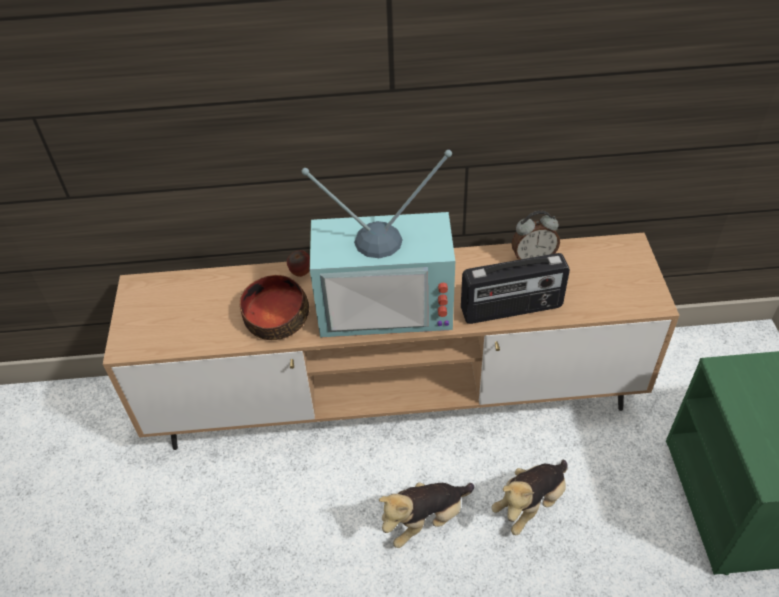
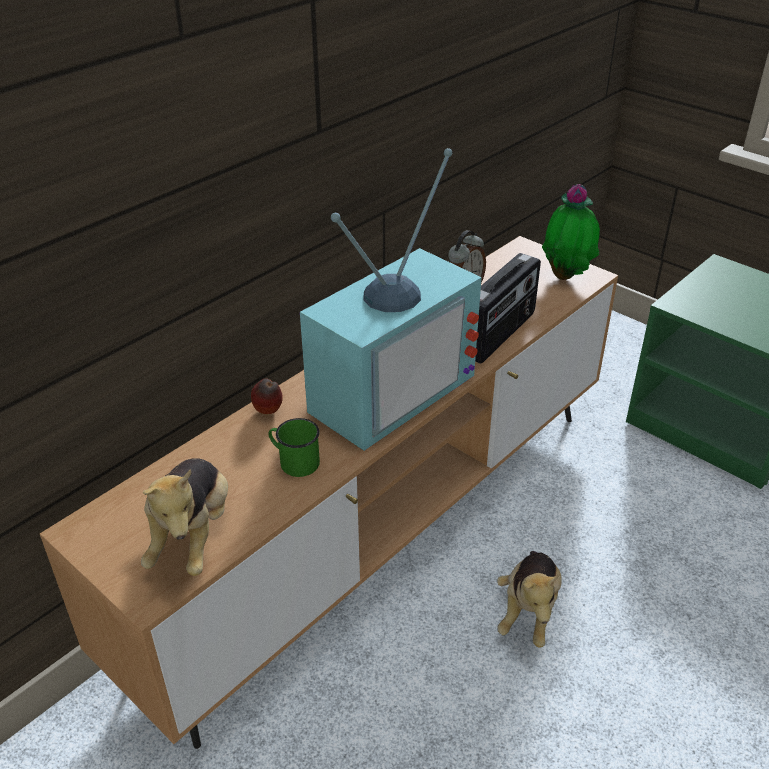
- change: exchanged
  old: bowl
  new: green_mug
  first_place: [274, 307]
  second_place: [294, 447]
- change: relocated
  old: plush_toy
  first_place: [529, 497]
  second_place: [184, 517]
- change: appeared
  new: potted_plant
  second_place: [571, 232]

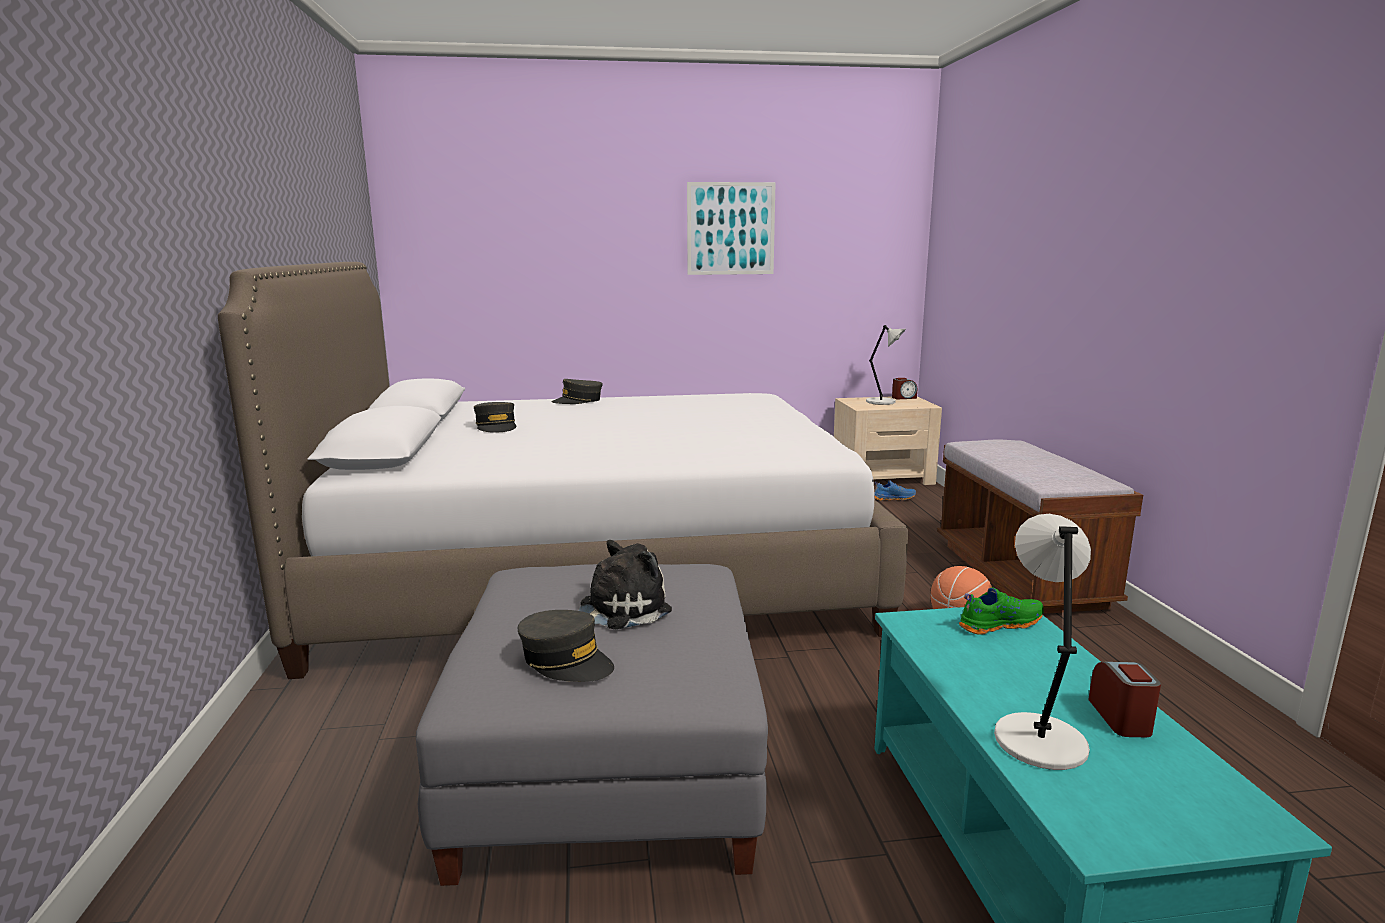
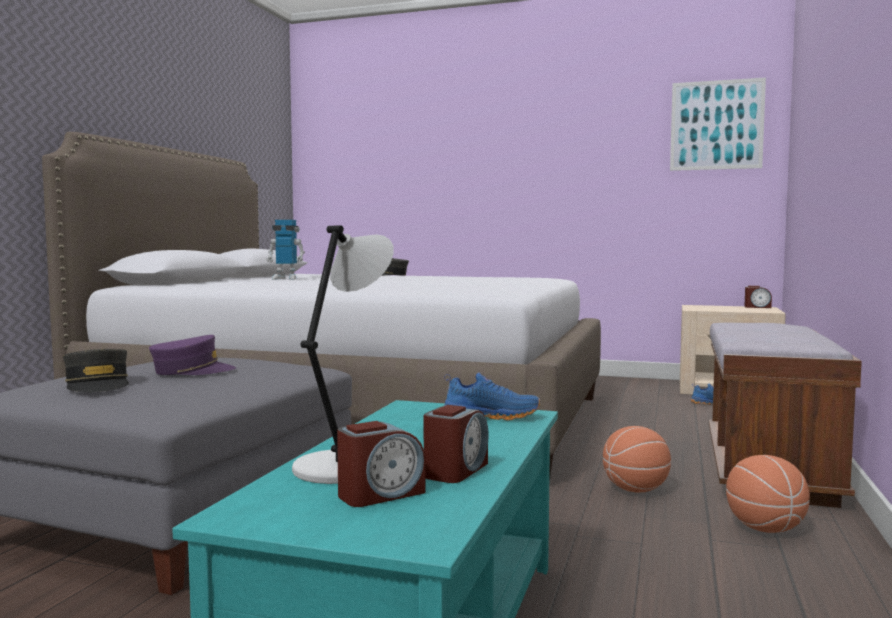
- change: exchanged
  old: grey_cap
  new: toy_robot
  first_place: [495, 417]
  second_place: [285, 250]
- change: exchanged
  old: plush_toy
  new: purple_cap
  first_place: [625, 584]
  second_place: [192, 355]
- change: relocated
  old: picture
  first_place: [731, 228]
  second_place: [718, 124]
- change: missing
  old: grey_table_lamp
  first_place: [886, 365]
- change: colour
  old: green_shoe
  new: blue_shoe
  first_place: [1001, 611]
  second_place: [492, 397]
- change: appeared
  new: alarm_clock
  second_place: [381, 464]
- change: appeared
  new: basketball
  second_place: [768, 494]

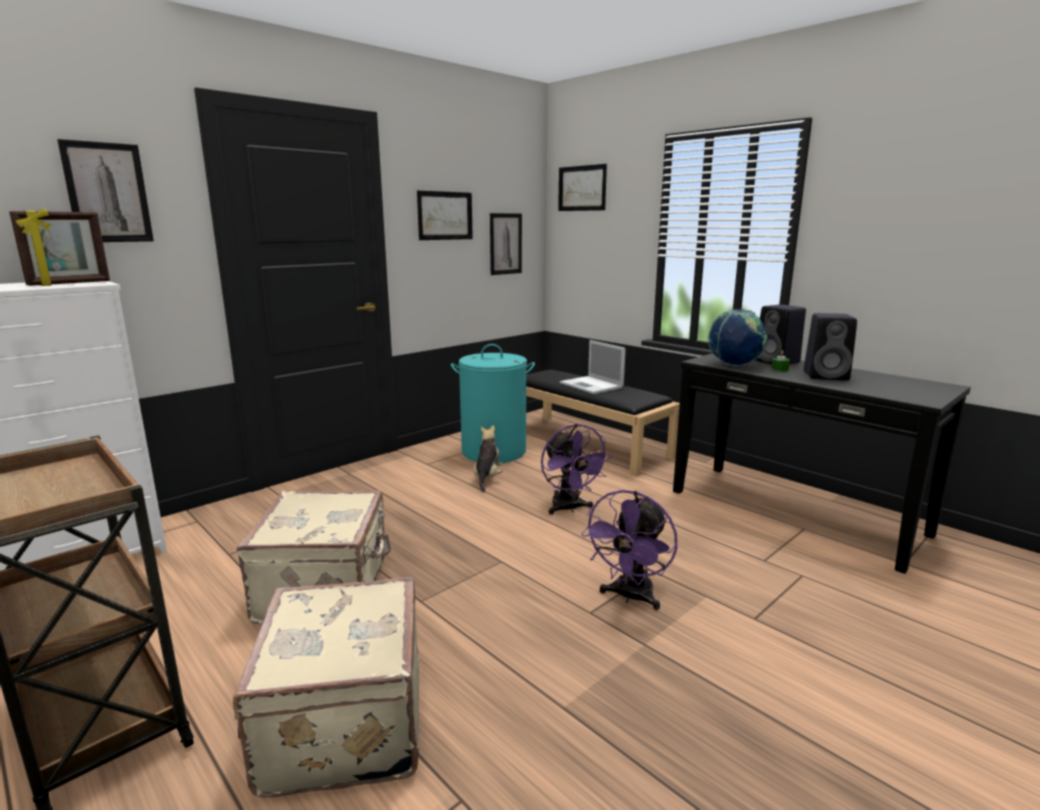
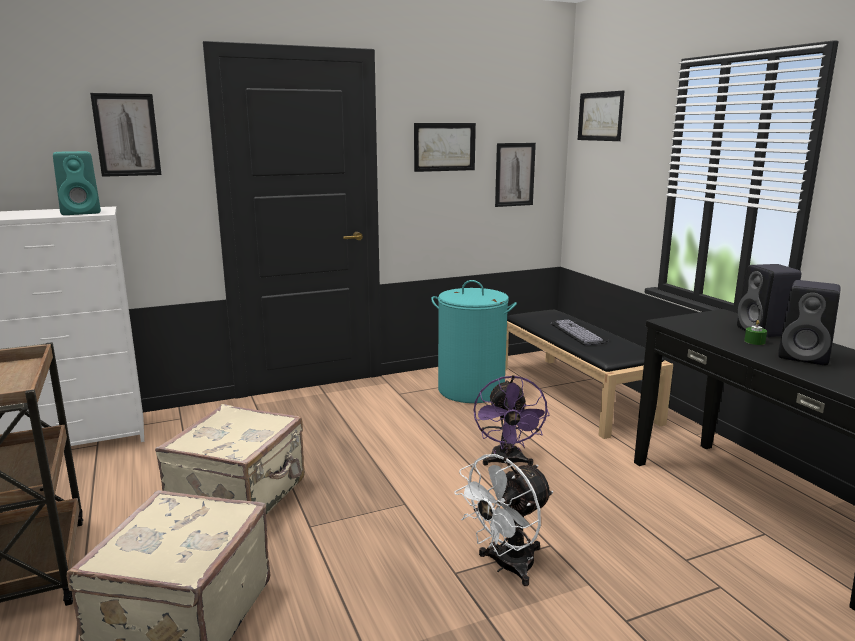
- change: exchanged
  old: picture_frame
  new: turquoise_speaker
  first_place: [59, 247]
  second_place: [77, 183]
- change: missing
  old: plush_toy
  first_place: [487, 459]
- change: exchanged
  old: laptop
  new: keyboard
  first_place: [593, 367]
  second_place: [580, 332]
- change: colour
  old: purple_fan
  new: white_fan
  first_place: [629, 550]
  second_place: [503, 520]
- change: missing
  old: globe
  first_place: [737, 337]

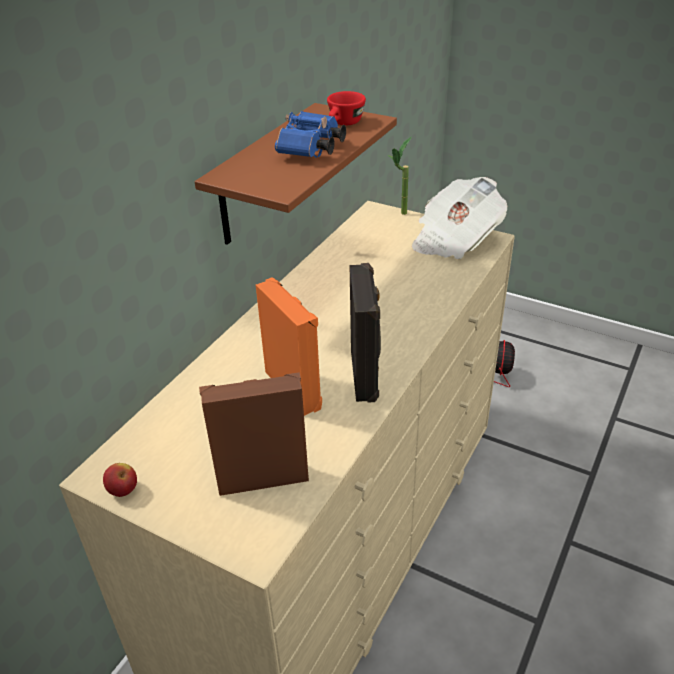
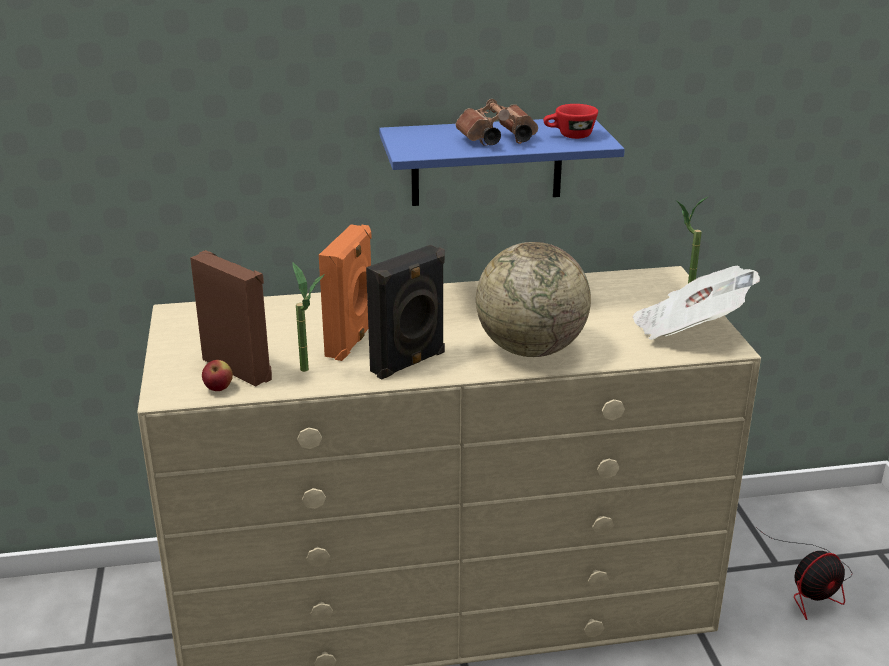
- change: relocated
  old: apple
  first_place: [120, 480]
  second_place: [217, 375]
- change: colour
  old: brown_shelf
  new: blue_shelf
  first_place: [296, 174]
  second_place: [502, 162]
- change: colour
  old: blue_binoculars
  new: brown_binoculars
  first_place: [310, 134]
  second_place: [497, 122]
- change: appeared
  new: potted_plant
  second_place: [308, 317]
- change: appeared
  new: globe
  second_place: [533, 299]

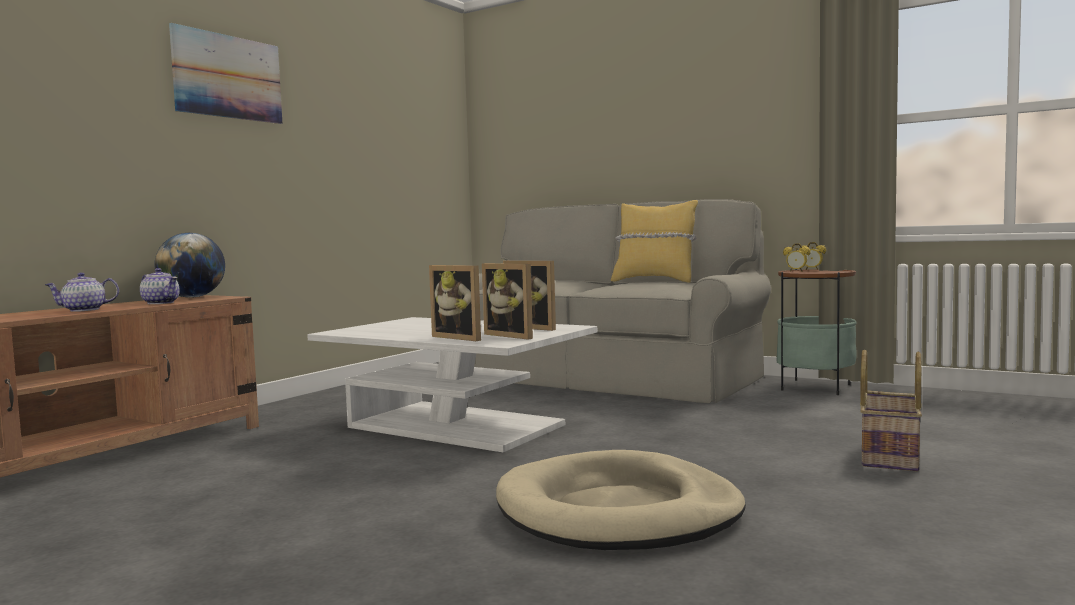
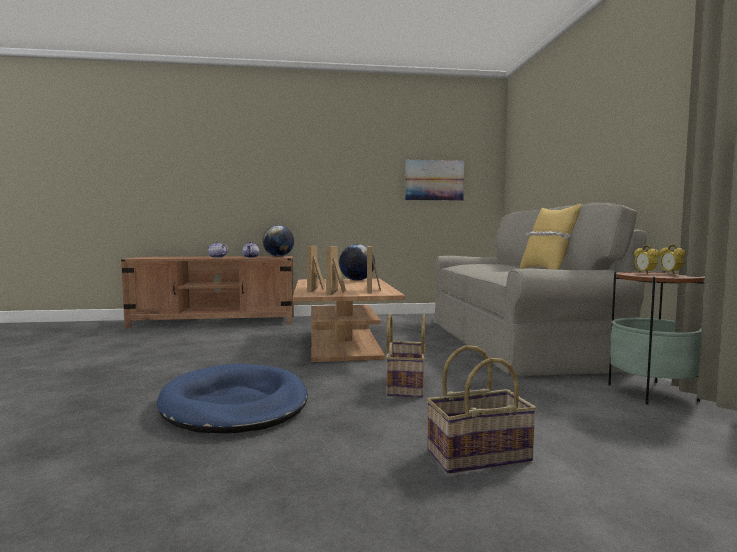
- change: relocated
  old: picture
  first_place: [225, 73]
  second_place: [434, 180]
- change: colour
  old: white_coffee_table
  new: brown_coffee_table
  first_place: [452, 385]
  second_place: [349, 320]
- change: colour
  old: beige_dog_bed
  new: blue_dog_bed
  first_place: [621, 500]
  second_place: [232, 399]
- change: appeared
  new: globe
  second_place: [357, 262]
- change: appeared
  new: basket
  second_place: [405, 356]

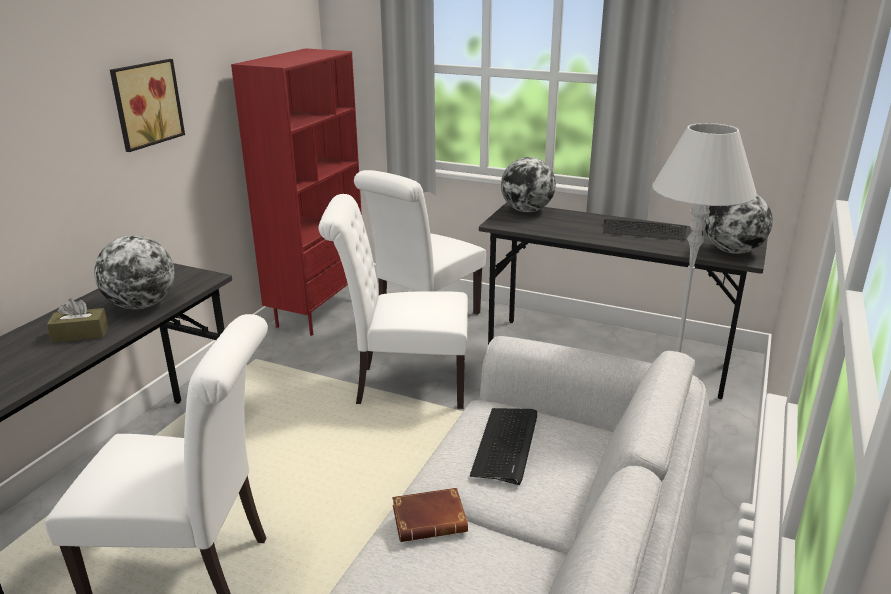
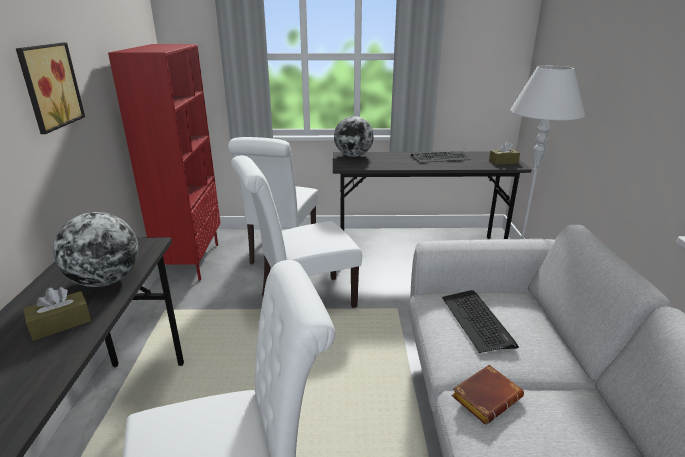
- change: exchanged
  old: globe
  new: brown_tissue_box
  first_place: [739, 224]
  second_place: [504, 153]

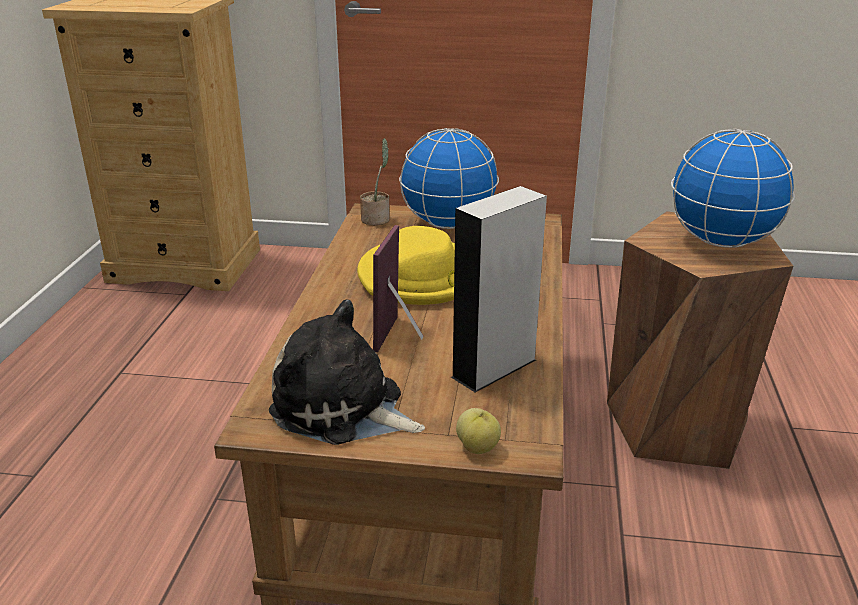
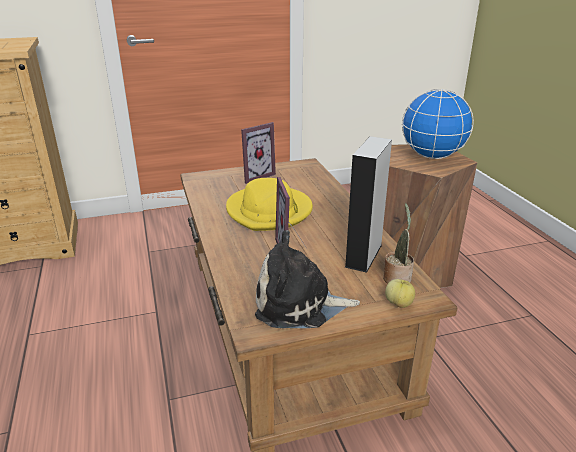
- change: relocated
  old: potted_plant
  first_place: [374, 181]
  second_place: [398, 243]
- change: exchanged
  old: globe
  new: picture_frame
  first_place: [449, 178]
  second_place: [258, 153]

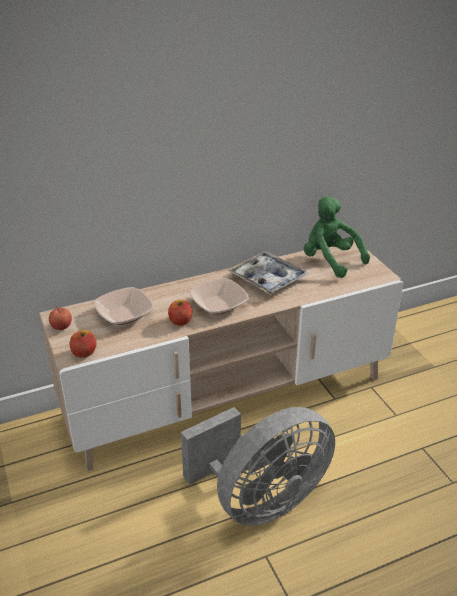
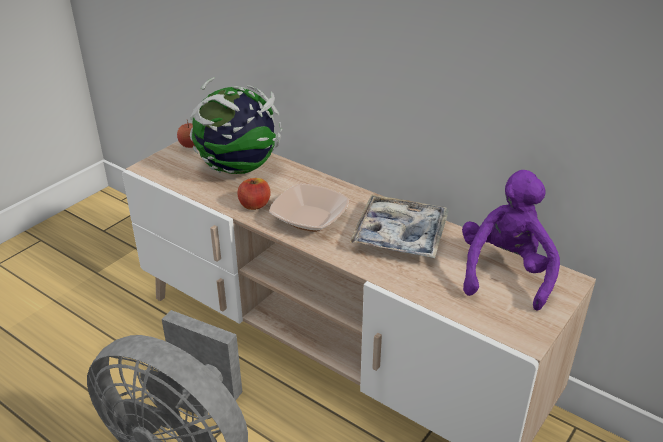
- change: missing
  old: apple
  first_place: [83, 344]
- change: exchanged
  old: bowl
  new: globe
  first_place: [124, 306]
  second_place: [236, 125]
- change: colour
  old: green_plush_toy
  new: purple_plush_toy
  first_place: [337, 237]
  second_place: [511, 240]

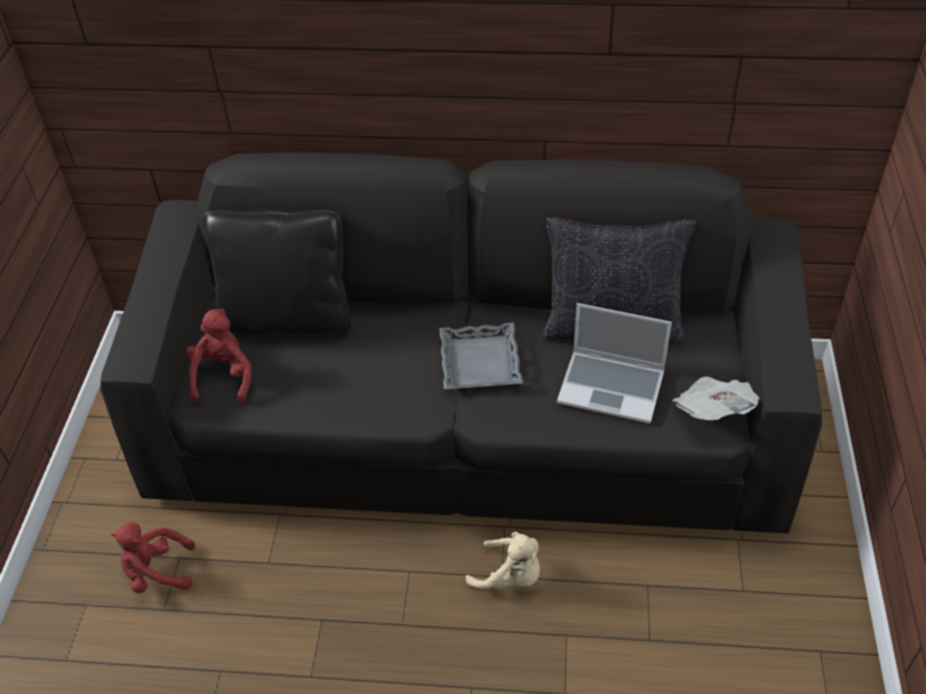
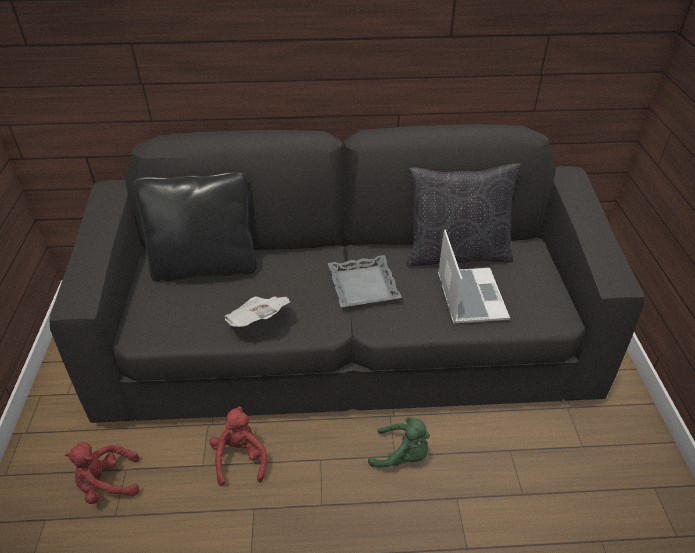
- change: relocated
  old: red_plush_toy
  first_place: [218, 355]
  second_place: [238, 446]
- change: colour
  old: beige_plush_toy
  new: green_plush_toy
  first_place: [503, 560]
  second_place: [399, 442]
- change: spun
  old: laptop
  first_place: [614, 363]
  second_place: [474, 276]
  degrees: -105
- change: relocated
  old: newspaper
  first_place: [716, 398]
  second_place: [257, 311]

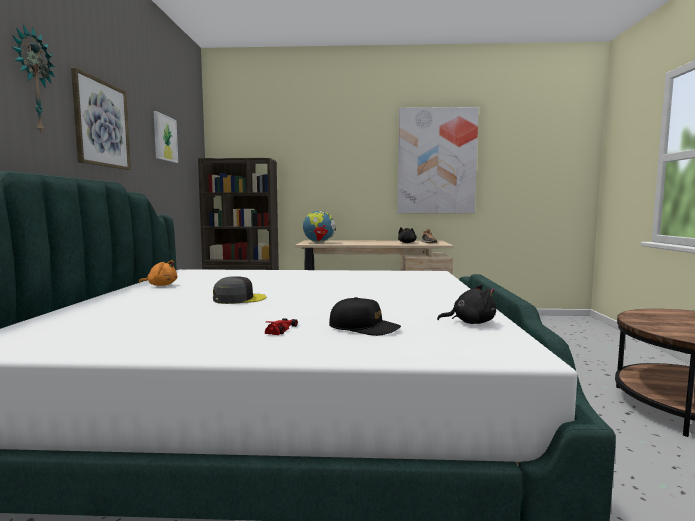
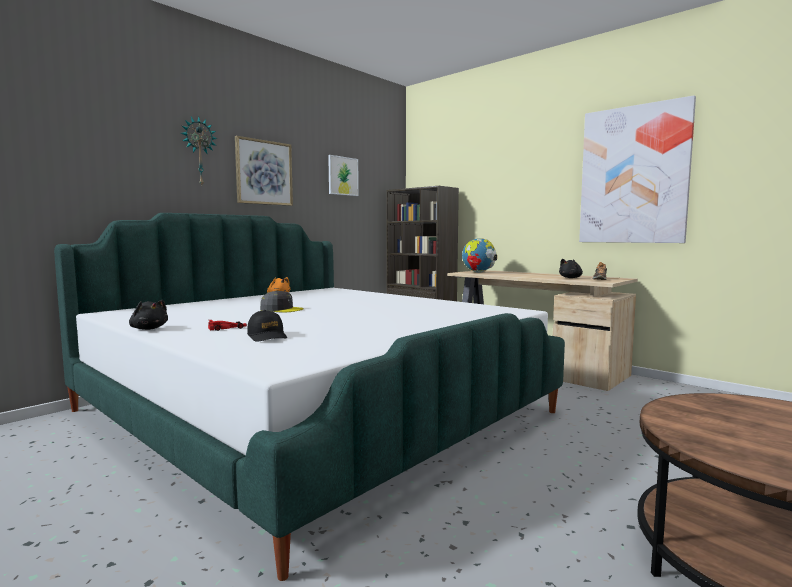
- change: relocated
  old: black_plush_toy
  first_place: [466, 304]
  second_place: [148, 315]

